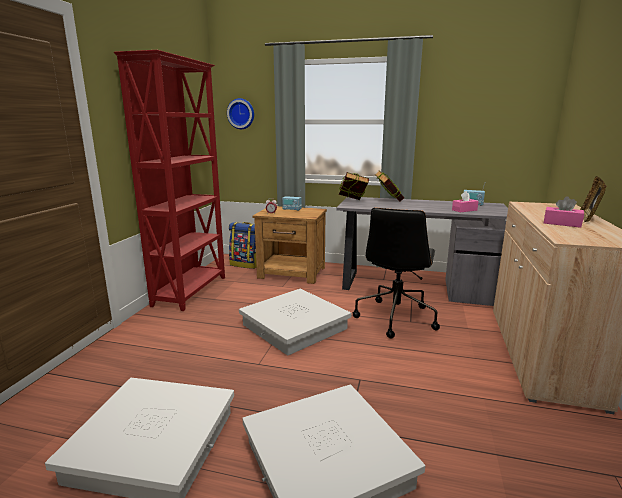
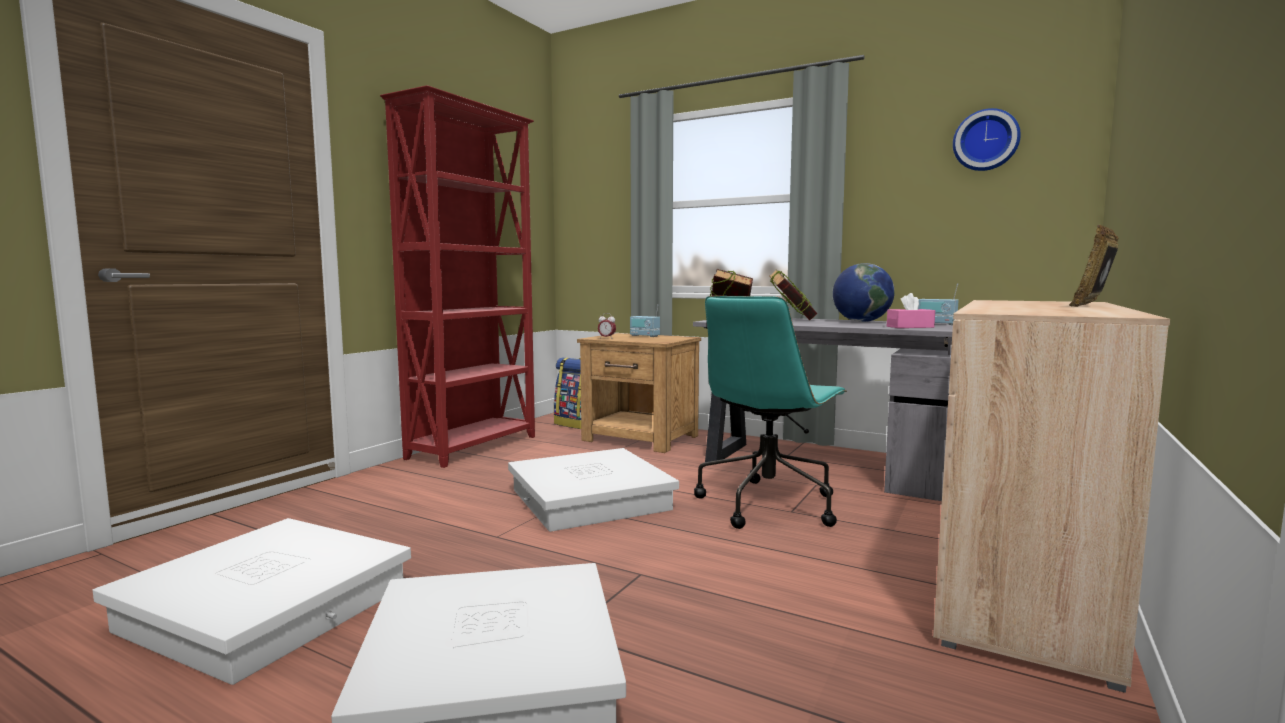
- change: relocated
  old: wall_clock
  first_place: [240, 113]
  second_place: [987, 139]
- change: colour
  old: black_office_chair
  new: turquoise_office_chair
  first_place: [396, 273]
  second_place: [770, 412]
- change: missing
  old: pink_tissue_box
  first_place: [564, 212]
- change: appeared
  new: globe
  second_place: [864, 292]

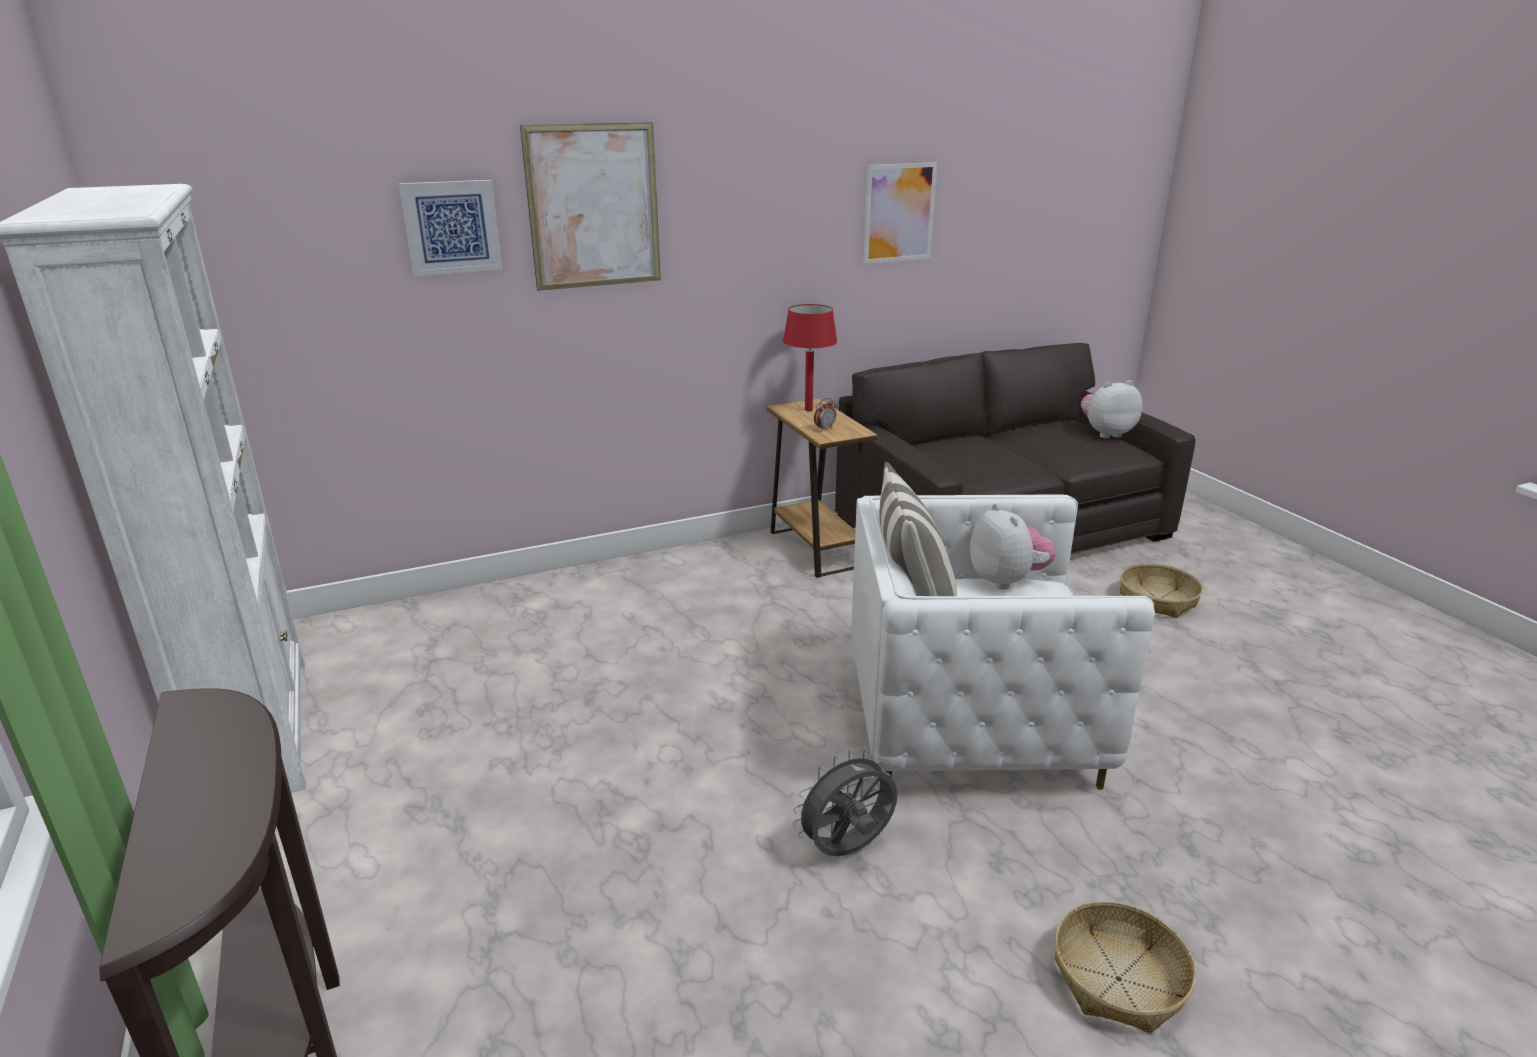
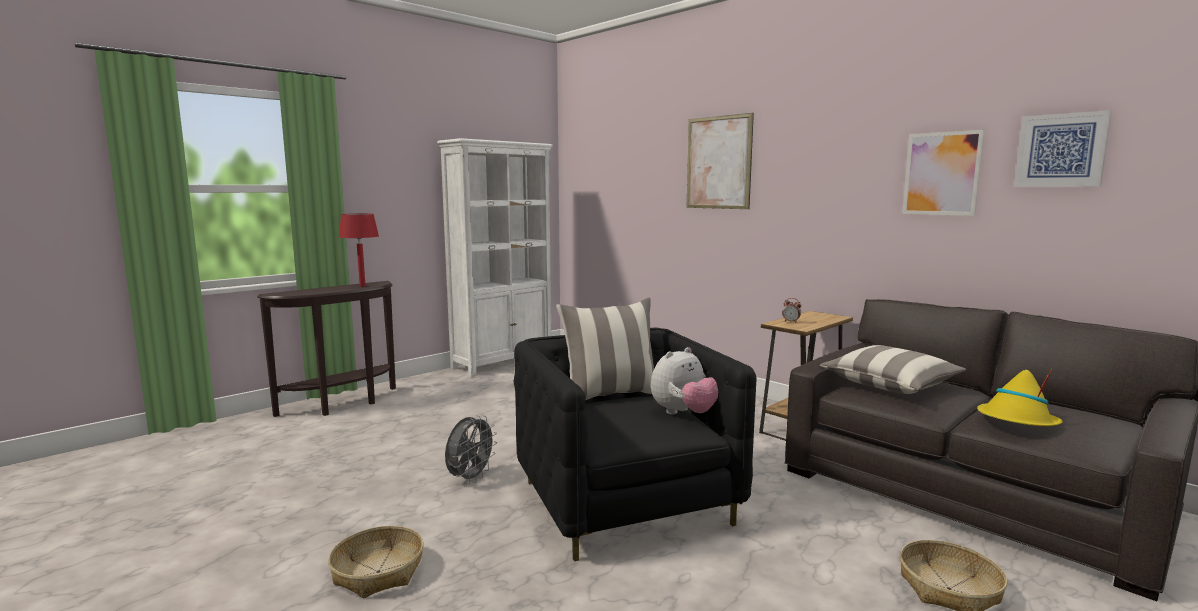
- change: relocated
  old: picture
  first_place: [450, 228]
  second_place: [1063, 148]
- change: relocated
  old: red_table_lamp
  first_place: [810, 357]
  second_place: [359, 250]
- change: spun
  old: grey_fan
  first_place: [845, 803]
  second_place: [471, 449]
  degrees: 75
- change: colour
  old: white_armchair
  new: black_armchair
  first_place: [1003, 641]
  second_place: [635, 444]
- change: missing
  old: plush_toy
  first_place: [1112, 409]
- change: appeared
  new: pillow
  second_place: [893, 369]
- change: appeared
  new: yellow_hat
  second_place: [1020, 397]

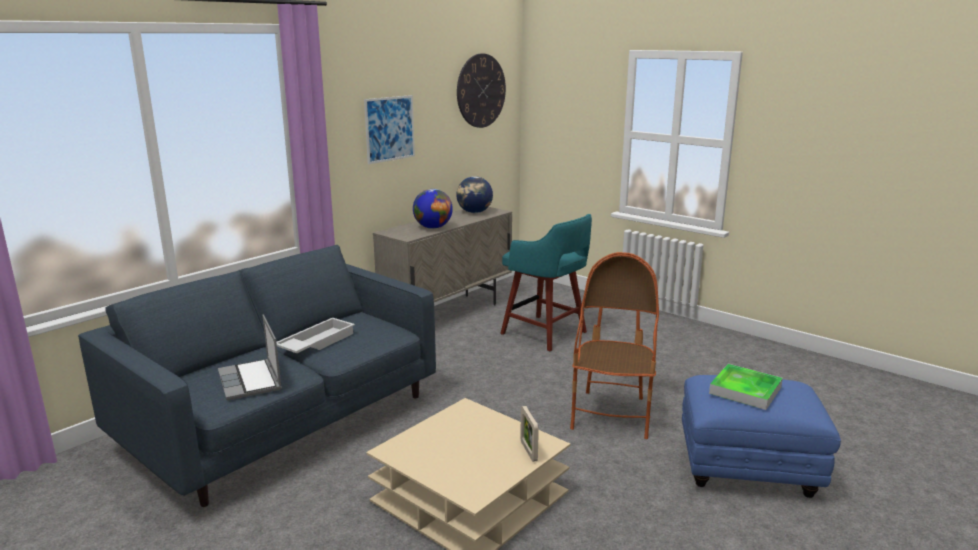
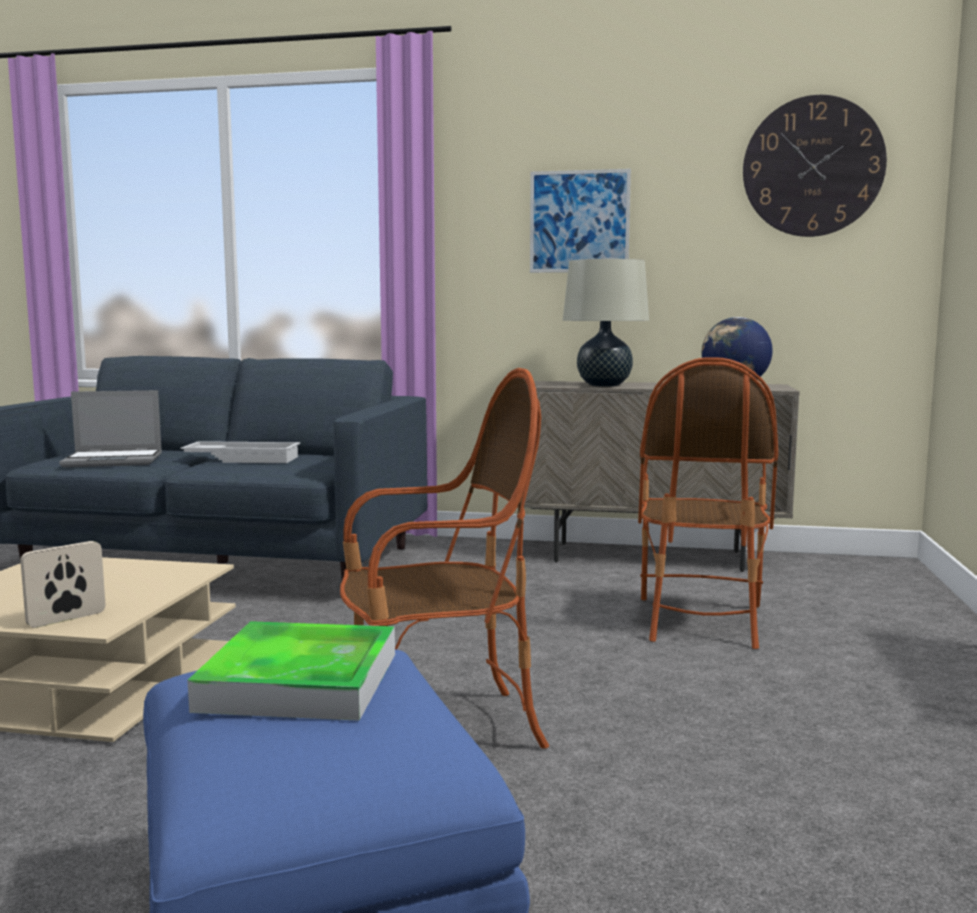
- change: spun
  old: laptop
  first_place: [250, 357]
  second_place: [110, 429]
  degrees: -135
- change: exchanged
  old: globe
  new: beige_table_lamp
  first_place: [433, 209]
  second_place: [606, 323]
- change: exchanged
  old: turquoise_stool
  new: armchair
  first_place: [546, 282]
  second_place: [708, 503]

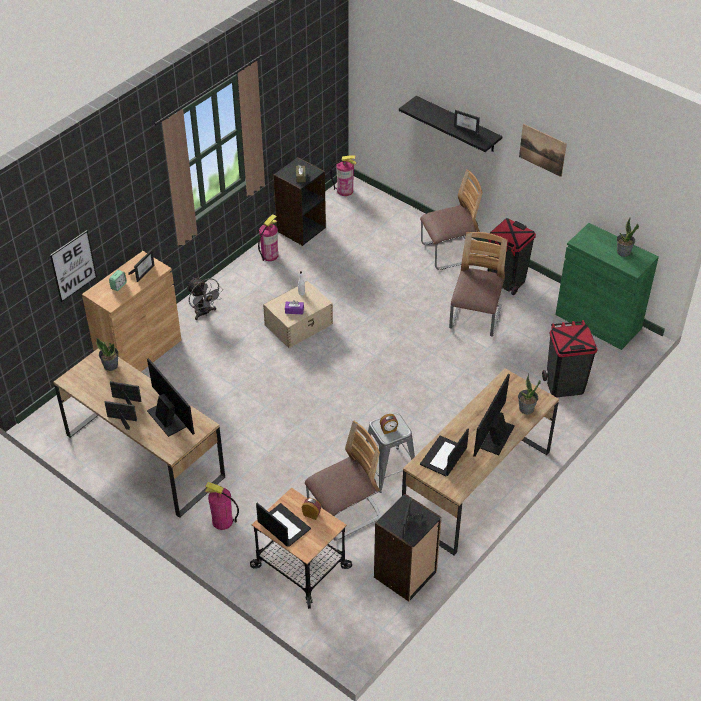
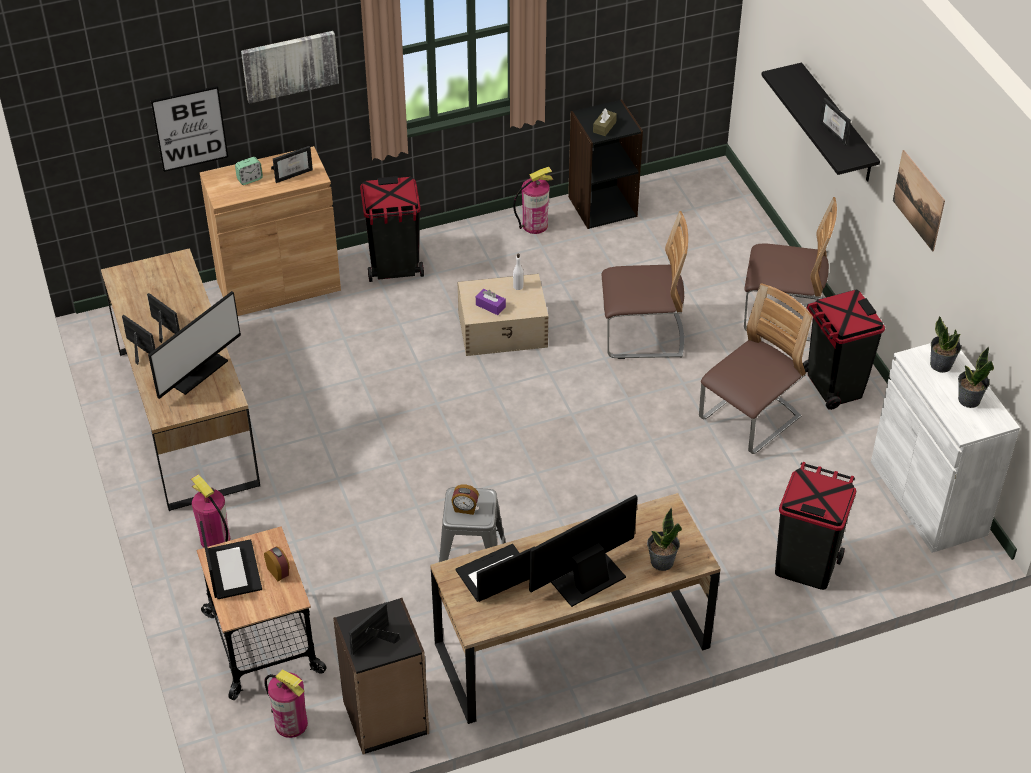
- change: relocated
  old: potted_plant
  first_place: [107, 354]
  second_place: [945, 344]
- change: spun
  old: monitor
  first_place: [171, 397]
  second_place: [194, 345]
  degrees: 45
- change: exchanged
  old: grey_fan
  new: black_trash_can
  first_place: [205, 299]
  second_place: [392, 229]
- change: relocated
  old: chair
  first_place: [343, 481]
  second_place: [645, 285]
- change: relocated
  old: fire_extinguisher
  first_place: [343, 175]
  second_place: [286, 703]
- change: colour
  old: green_cabinet
  new: white_cabinet
  first_place: [607, 286]
  second_place: [945, 448]
- change: appeared
  new: picture
  second_place: [290, 67]

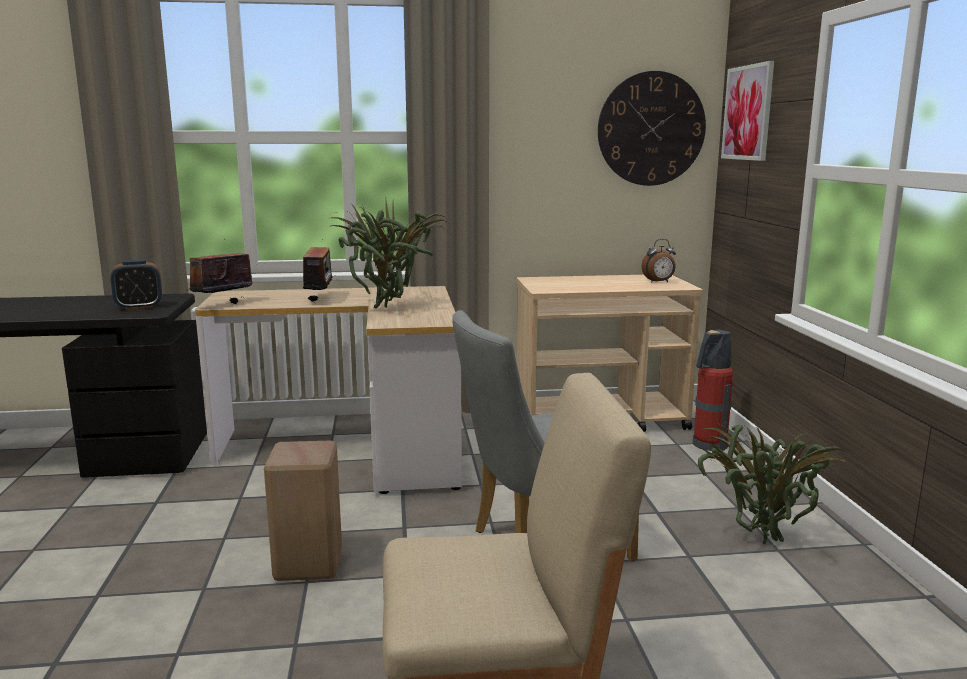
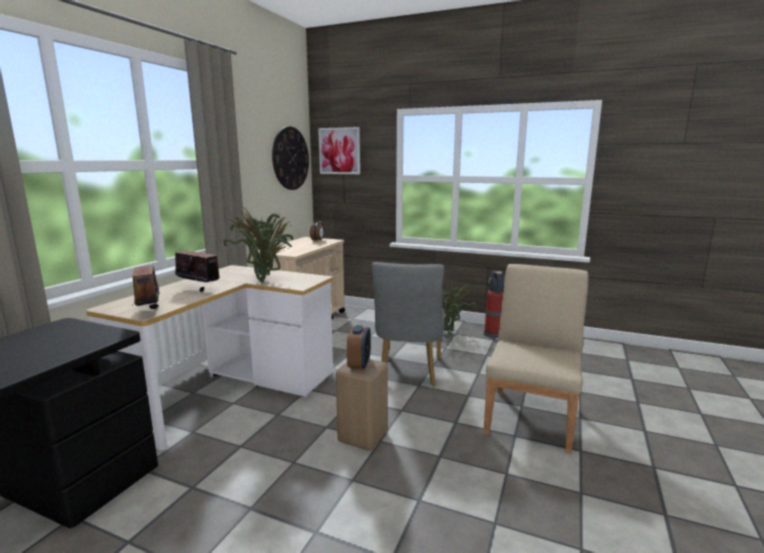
- change: relocated
  old: alarm_clock
  first_place: [136, 285]
  second_place: [359, 347]
- change: relocated
  old: fire_extinguisher
  first_place: [713, 390]
  second_place: [494, 304]

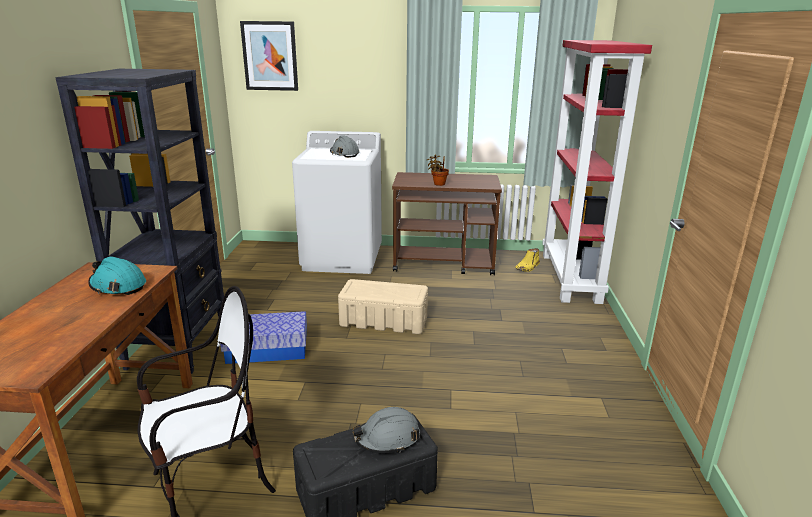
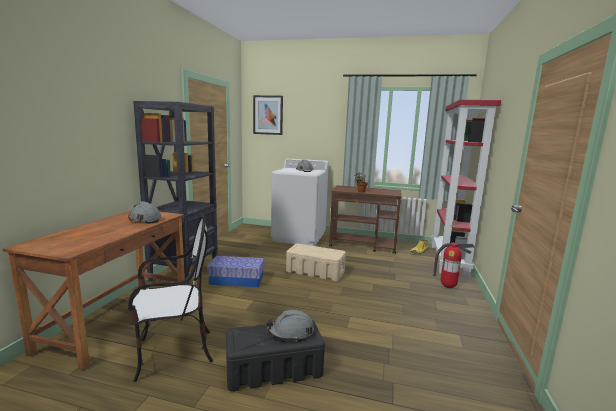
- change: colour
  old: turquoise_hard_hat
  new: grey_hard_hat
  first_place: [117, 276]
  second_place: [144, 212]
- change: appeared
  new: fire_extinguisher
  second_place: [453, 265]

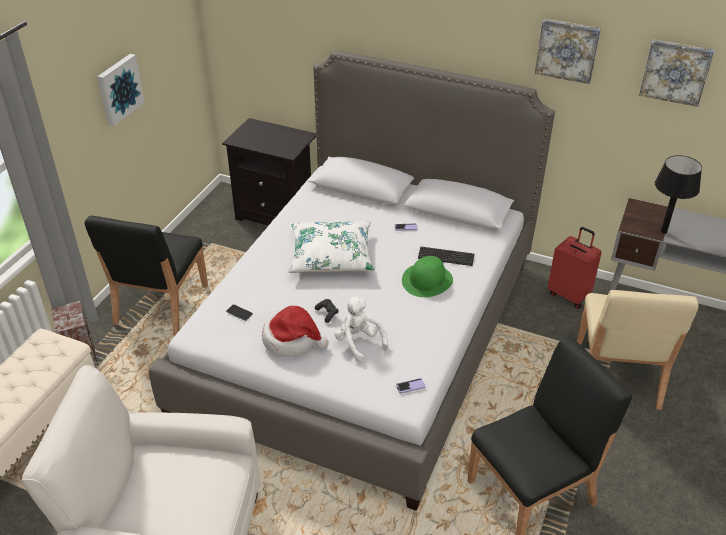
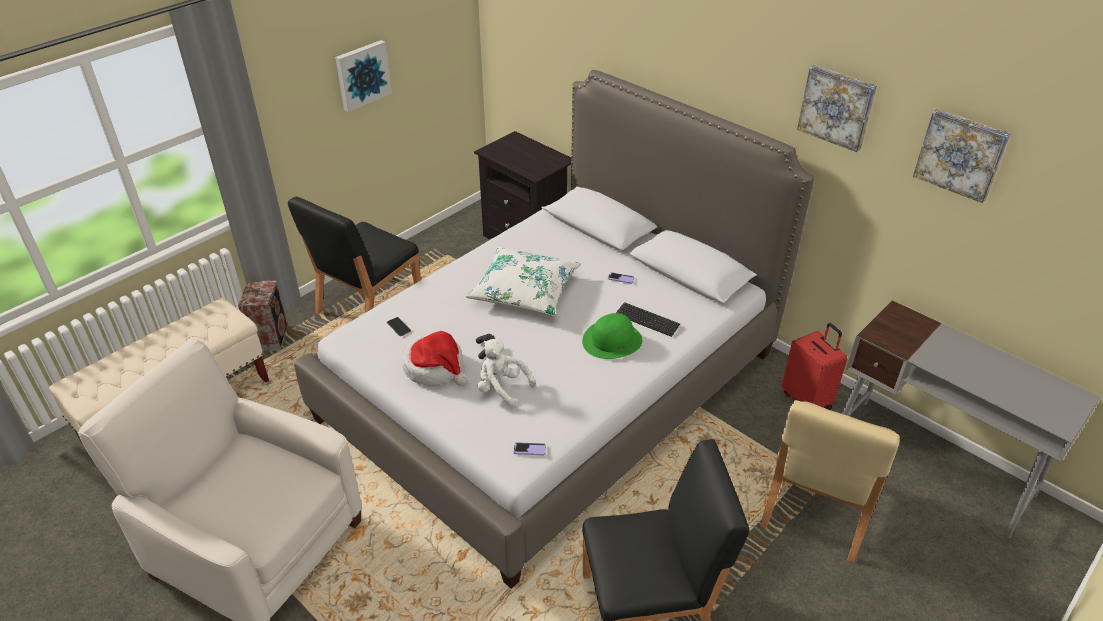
- change: spun
  old: white_plush_toy
  first_place: [361, 329]
  second_place: [507, 373]
  degrees: -45
- change: missing
  old: black_table_lamp
  first_place: [678, 194]

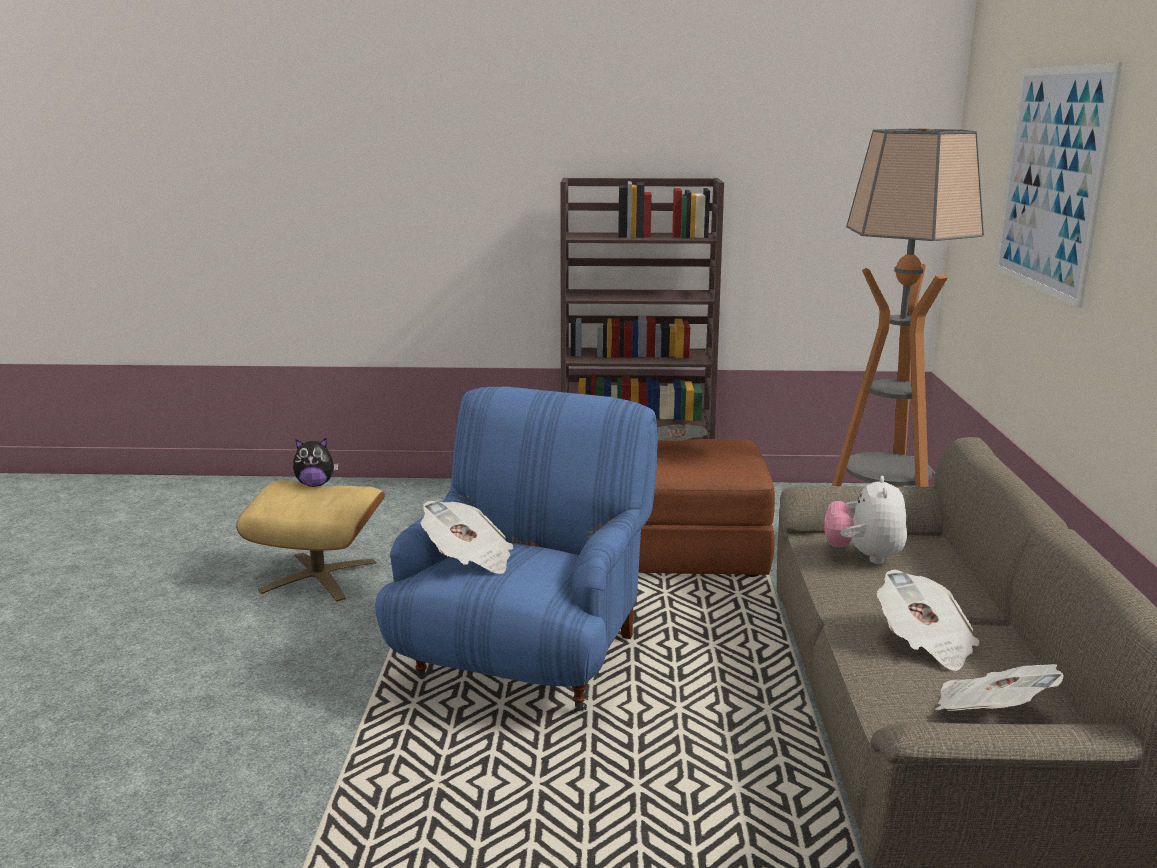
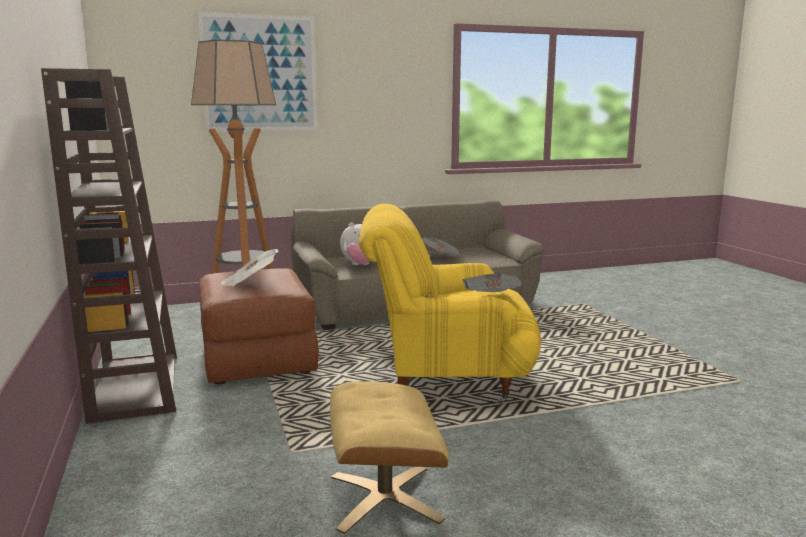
- change: missing
  old: plush_toy
  first_place: [316, 462]
- change: colour
  old: blue_armchair
  new: yellow_armchair
  first_place: [516, 549]
  second_place: [450, 304]
- change: missing
  old: newspaper
  first_place: [999, 687]

